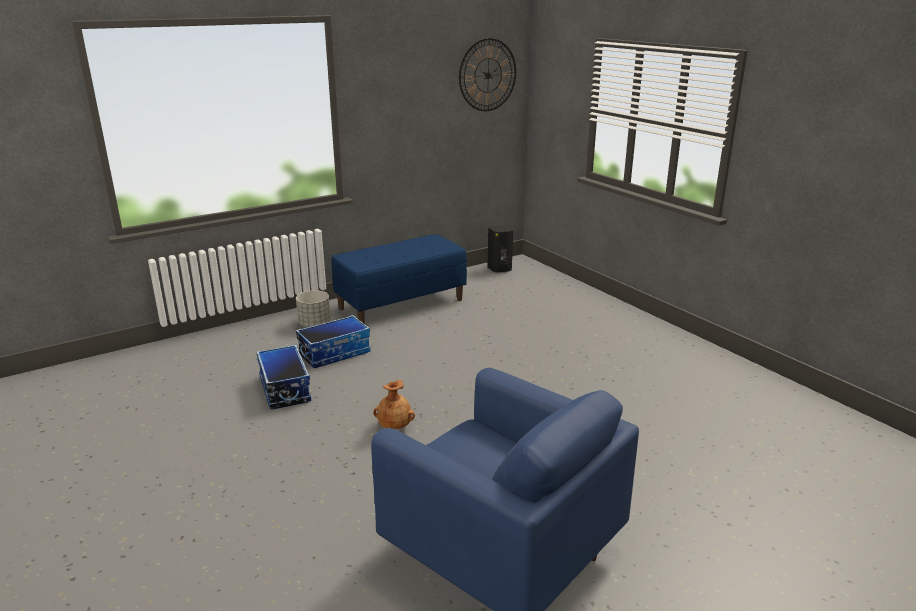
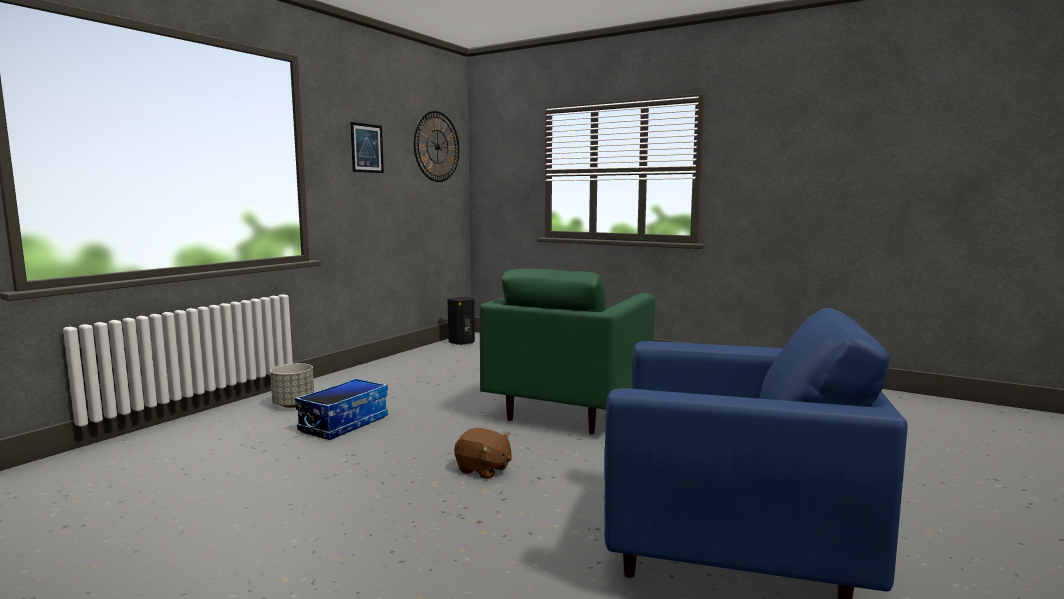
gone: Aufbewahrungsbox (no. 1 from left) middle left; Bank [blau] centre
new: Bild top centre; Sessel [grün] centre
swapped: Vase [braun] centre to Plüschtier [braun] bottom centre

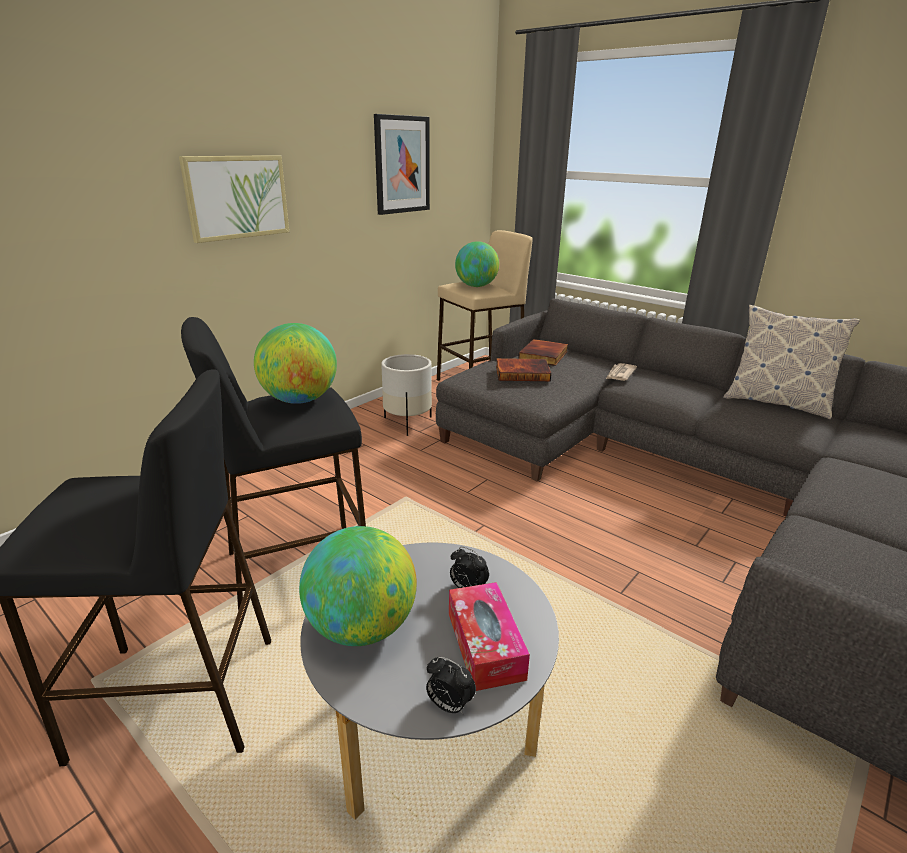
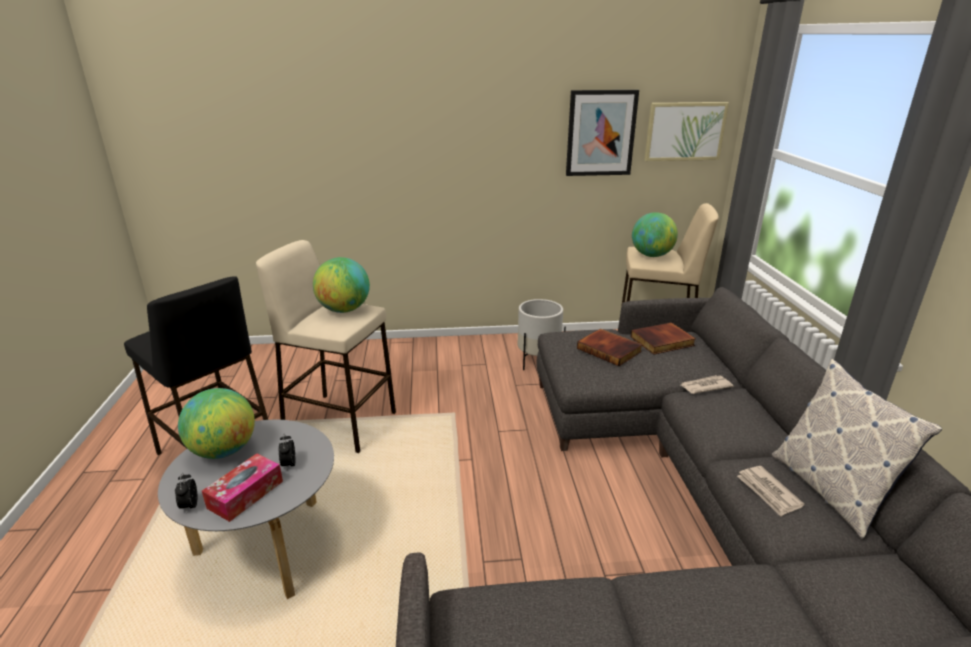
new: Zeitung (no. 2 from left) bottom right
shifted: Bild (no. 1 from left in the first image) top left to Bild (no. 2 from left) top right
repainted: Hocker [schwarz] (no. 2 from left) middle left to Hocker [beige] (no. 1 from left) centre

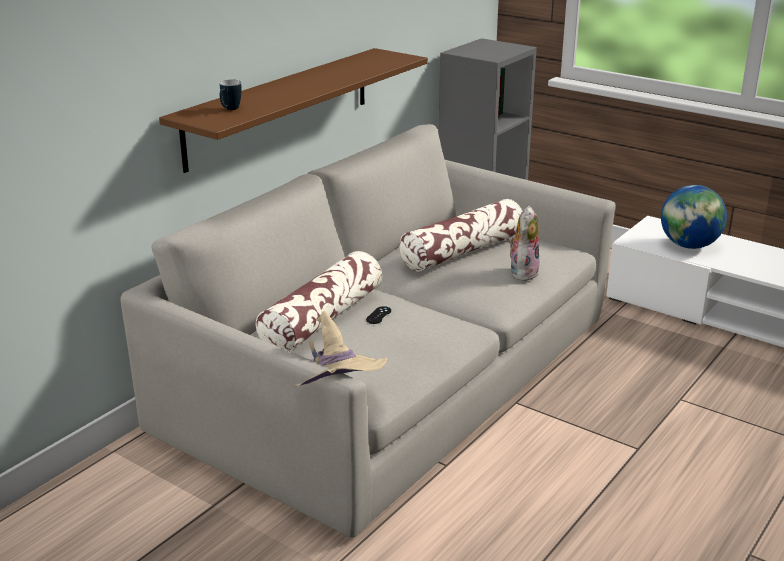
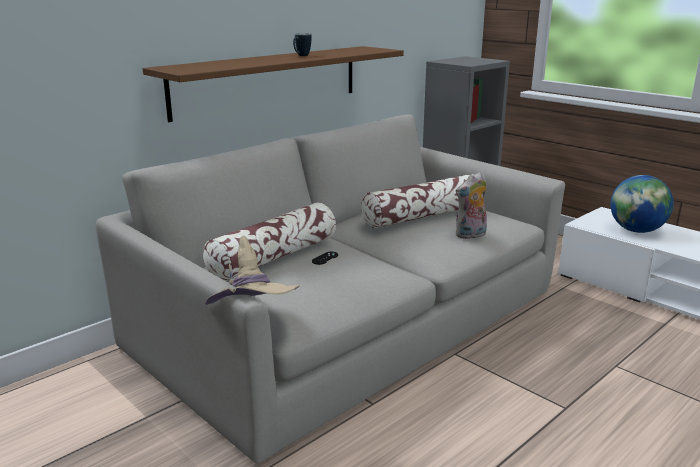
shifted: Henkelbecher top left to top centre
rotated: Plüschtier middle right = middle right 150 degrees counterclockwise

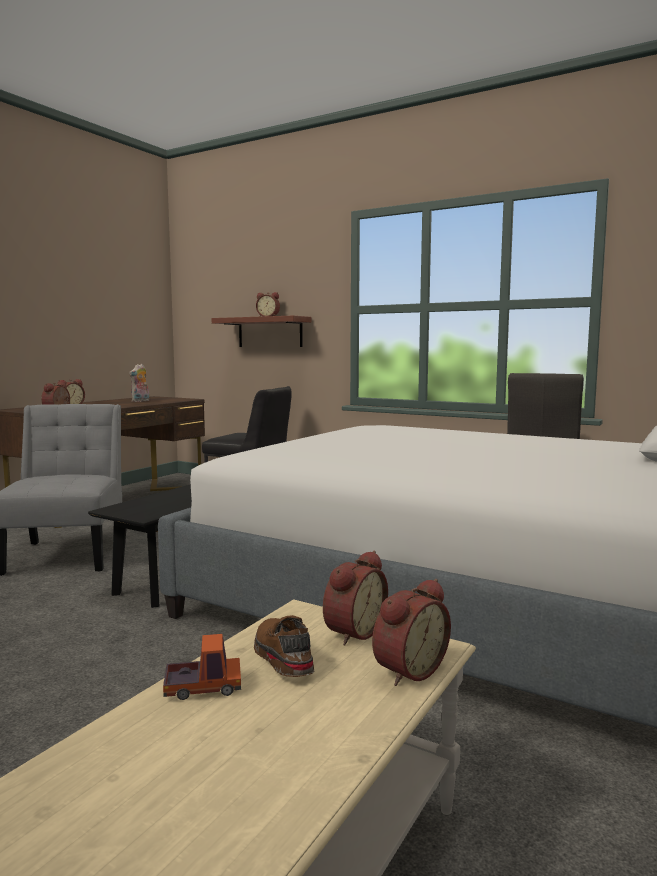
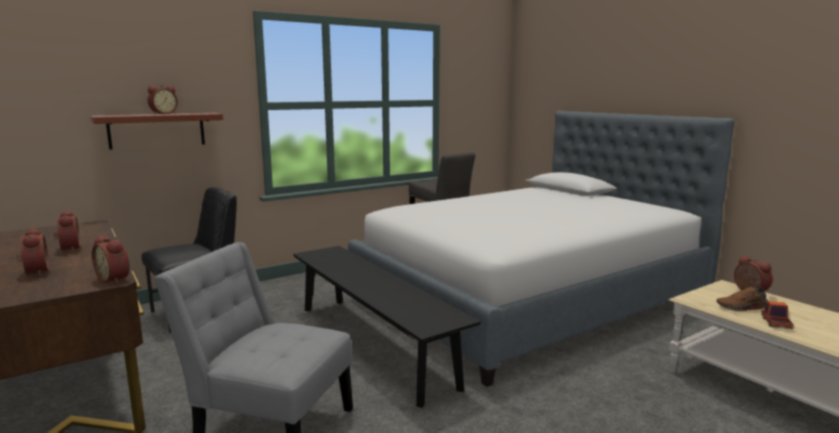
gone: Plüschtier middle left
shifted: Wecker (no. 4 from left in the first image) bottom centre to Wecker (no. 2 from left) middle left

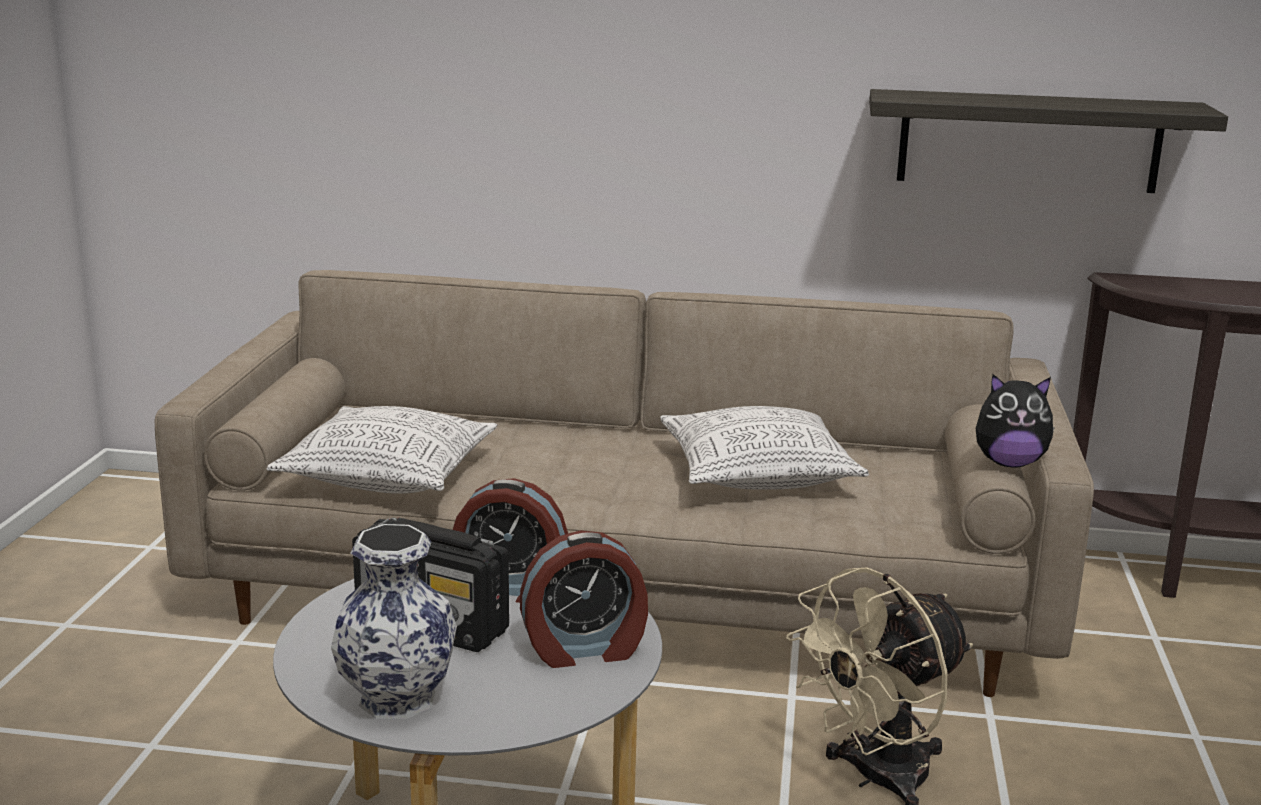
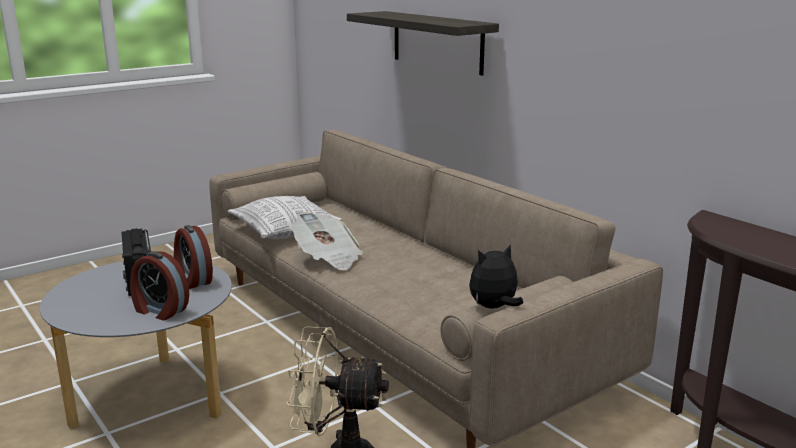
gone: Vase bottom left; Kissen (no. 2 from left) centre
new: Zeitung centre
shifted: Wandregal top right to top centre
rotated: Plüschtier middle right = centre 105 degrees clockwise

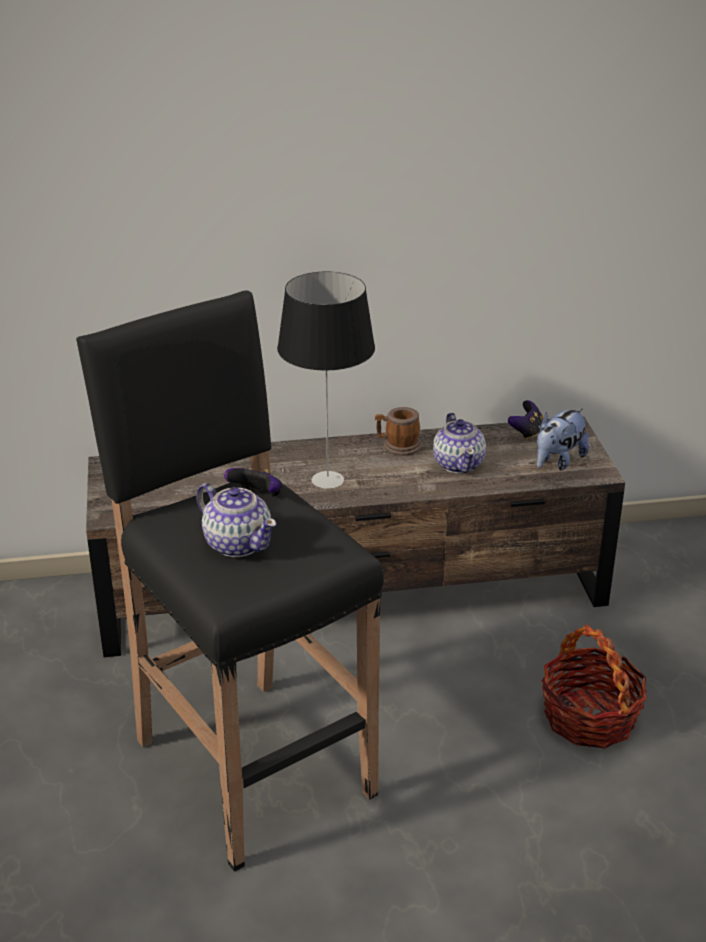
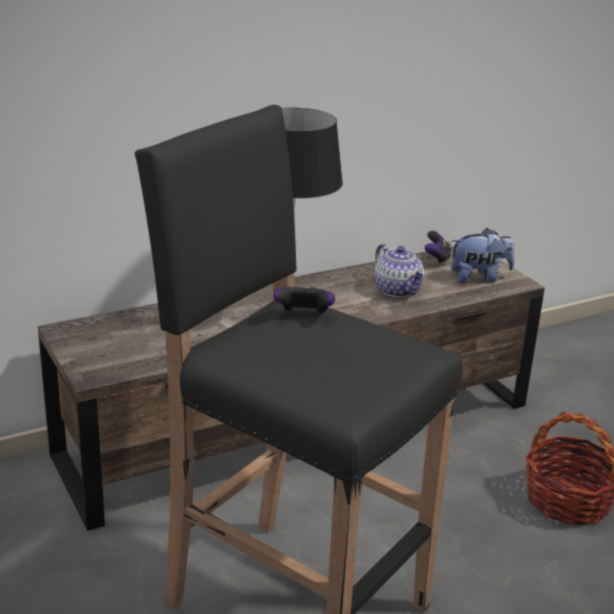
gone: Teekanne (no. 1 from left) centre; Henkelbecher centre
rotated: Plüschtier middle right = middle right 120 degrees counterclockwise

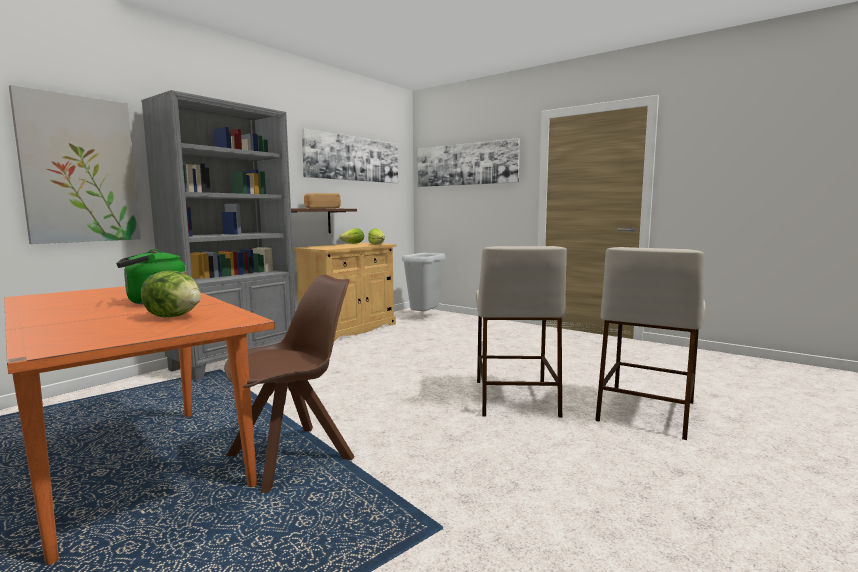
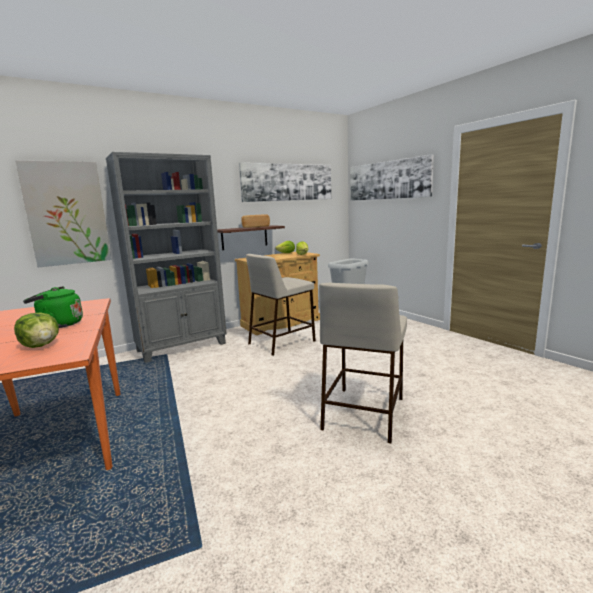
gone: Stuhl [braun] bottom centre
shifted: Hocker [beige] (no. 2 from left in the first image) middle right to Hocker [beige] (no. 1 from left) centre

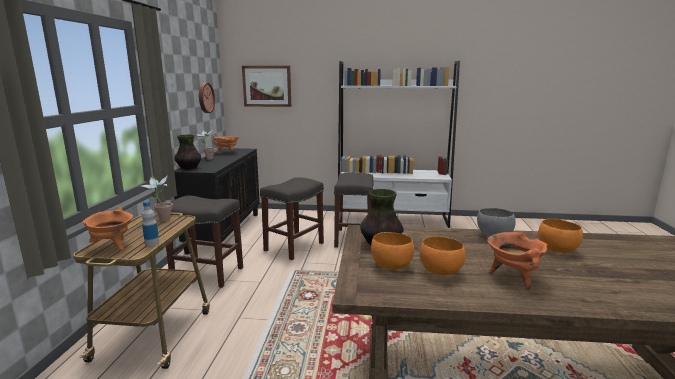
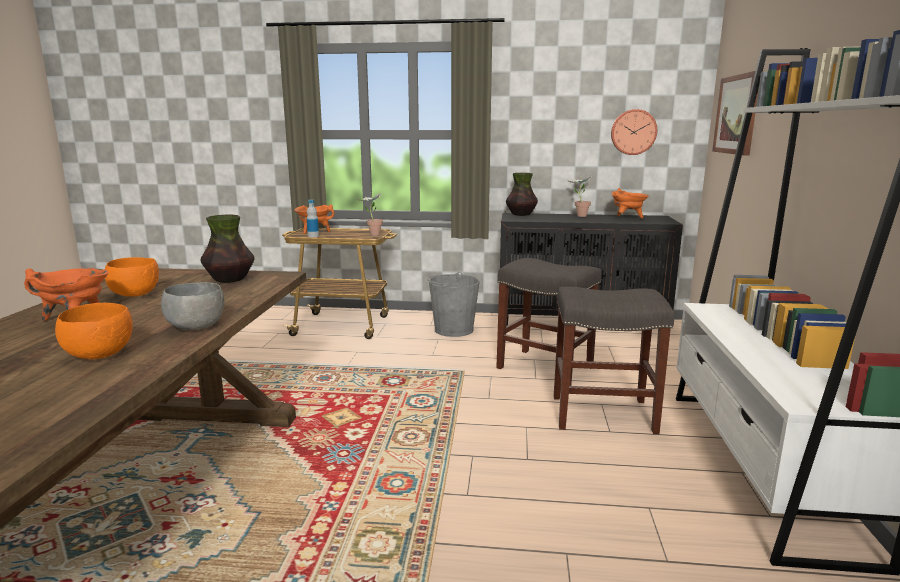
gone: Schüssel [orange] (no. 1 from left) centre
swapped: Hocker [grau] (no. 1 from left) middle left to Eimer [grau] centre

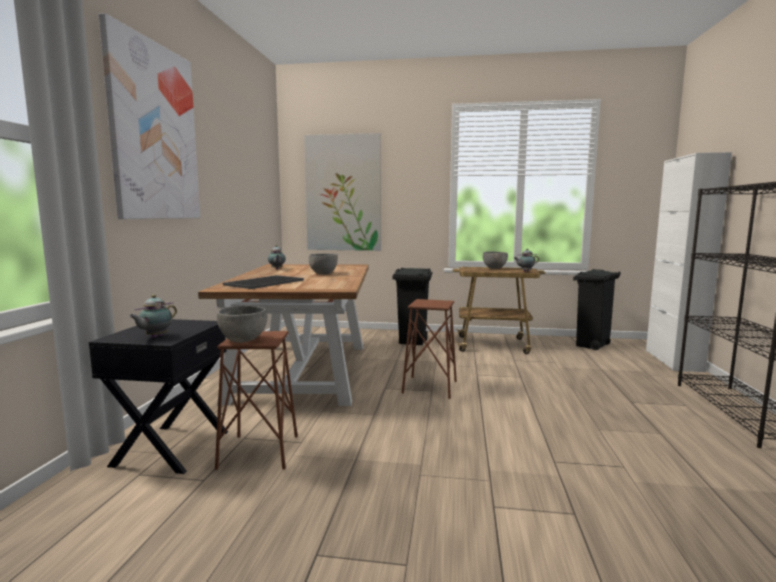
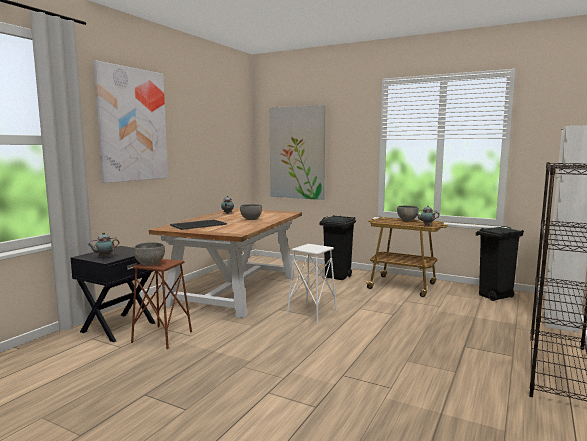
repainted: Hocker [braun] (no. 2 from left) centre to Hocker [weiß] centre

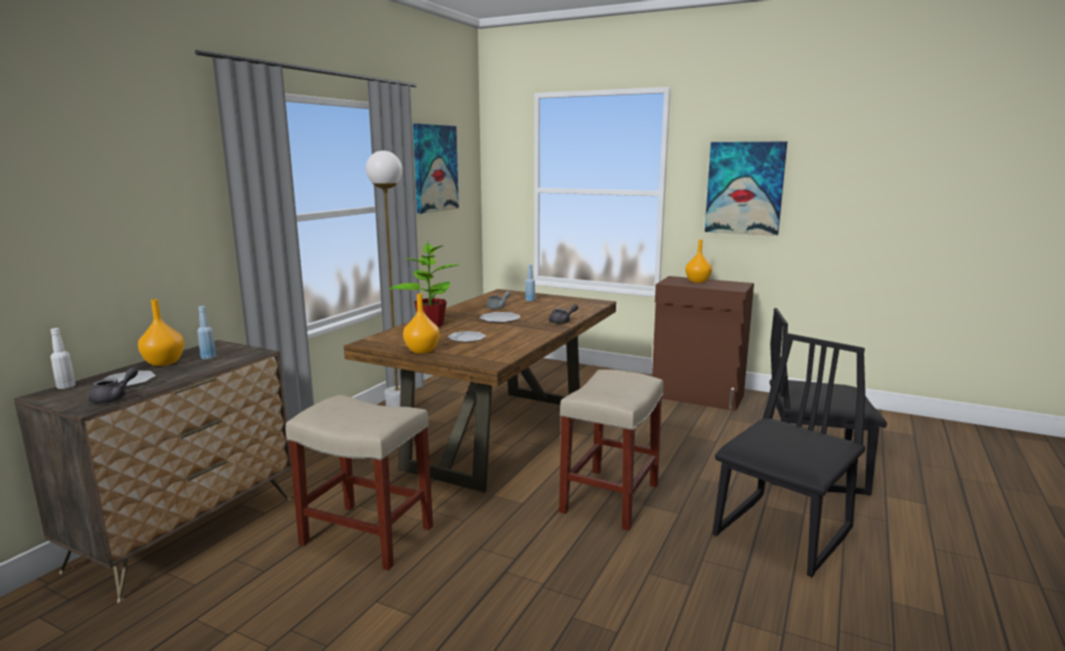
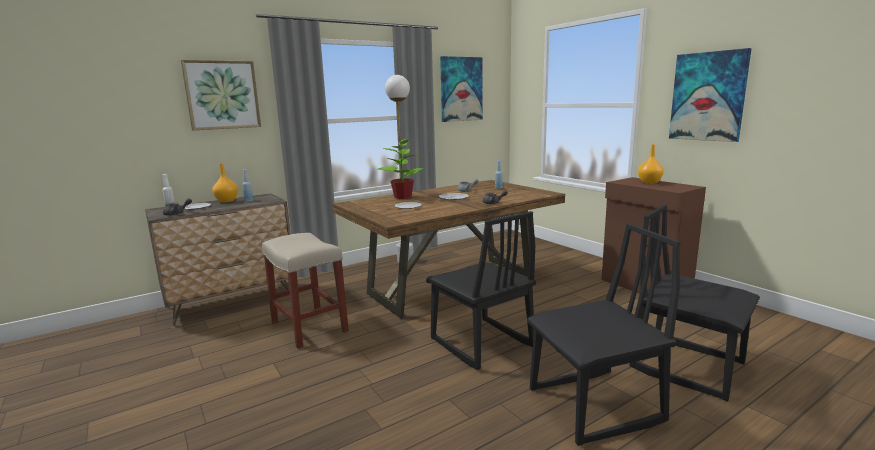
gone: Vase [orange] (no. 2 from left) centre
new: Bild (no. 1 from left) top left
swapped: Hocker [beige] (no. 2 from left) bottom centre to Stuhl [schwarz] (no. 1 from left) centre

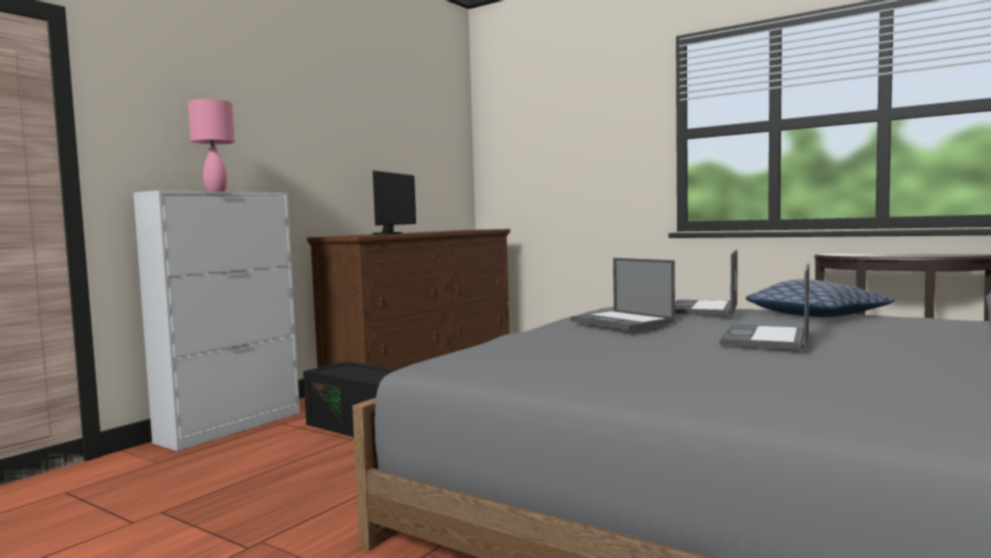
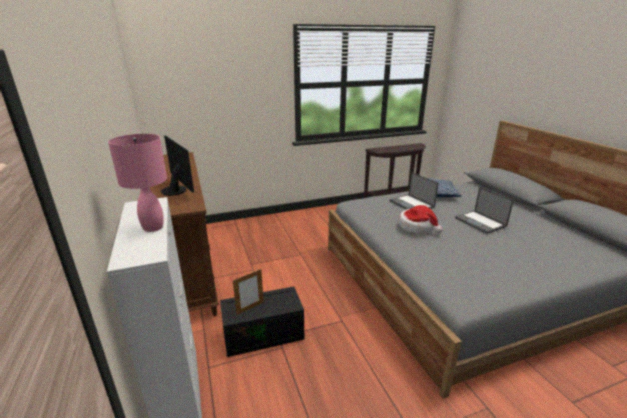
new: Bilderrahmen bottom centre
swapped: Laptop (no. 1 from left) centre to Hut middle right

